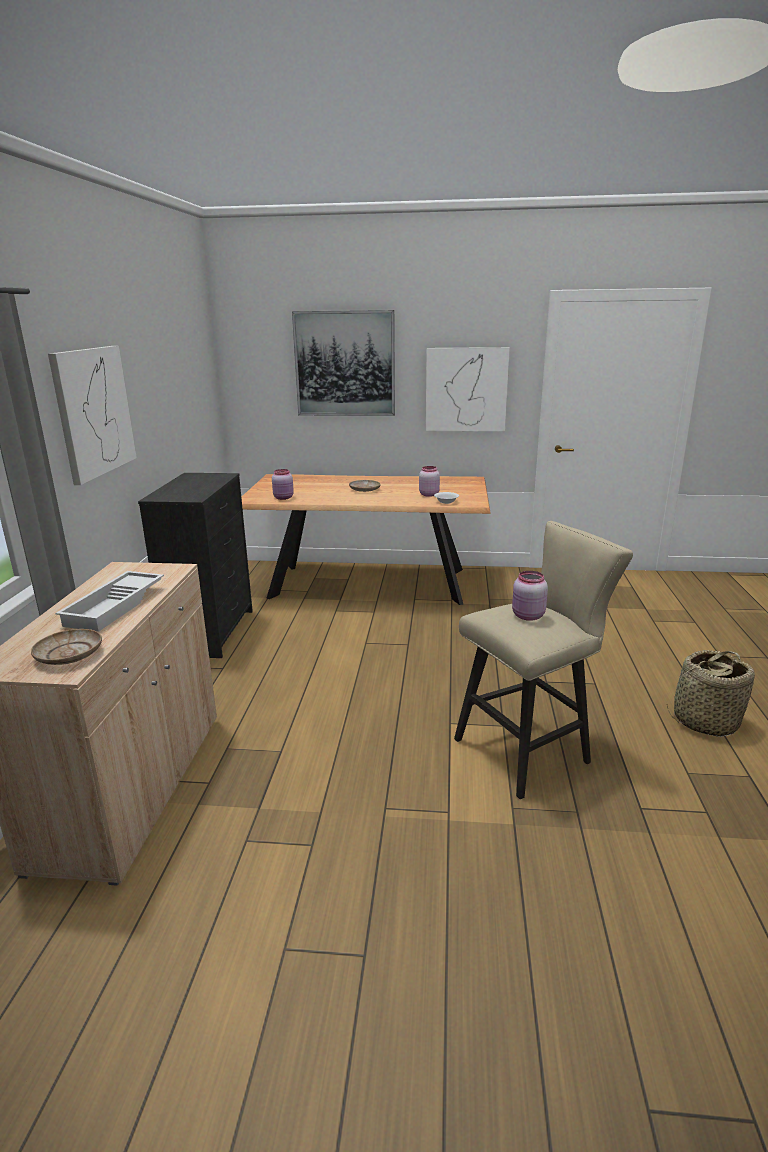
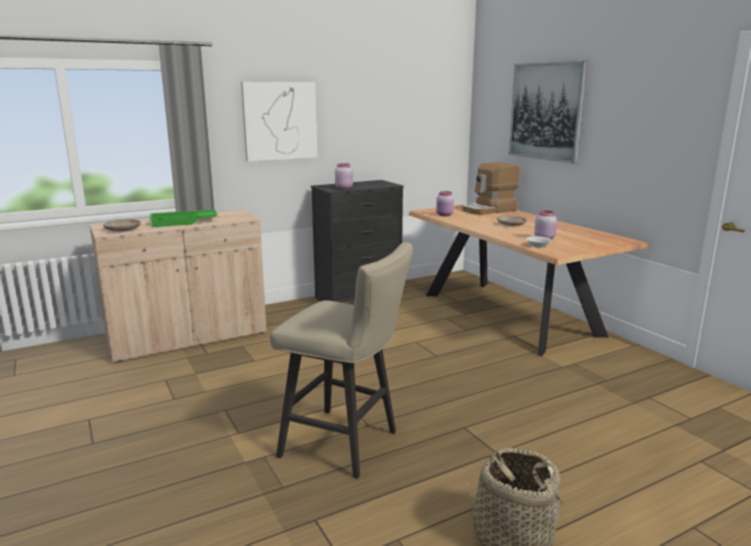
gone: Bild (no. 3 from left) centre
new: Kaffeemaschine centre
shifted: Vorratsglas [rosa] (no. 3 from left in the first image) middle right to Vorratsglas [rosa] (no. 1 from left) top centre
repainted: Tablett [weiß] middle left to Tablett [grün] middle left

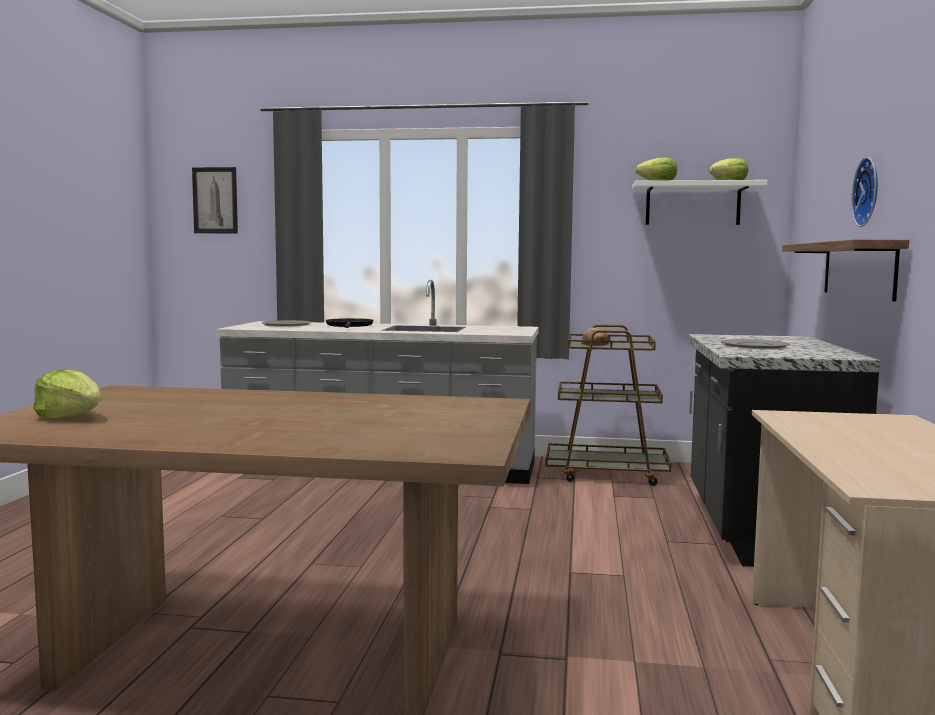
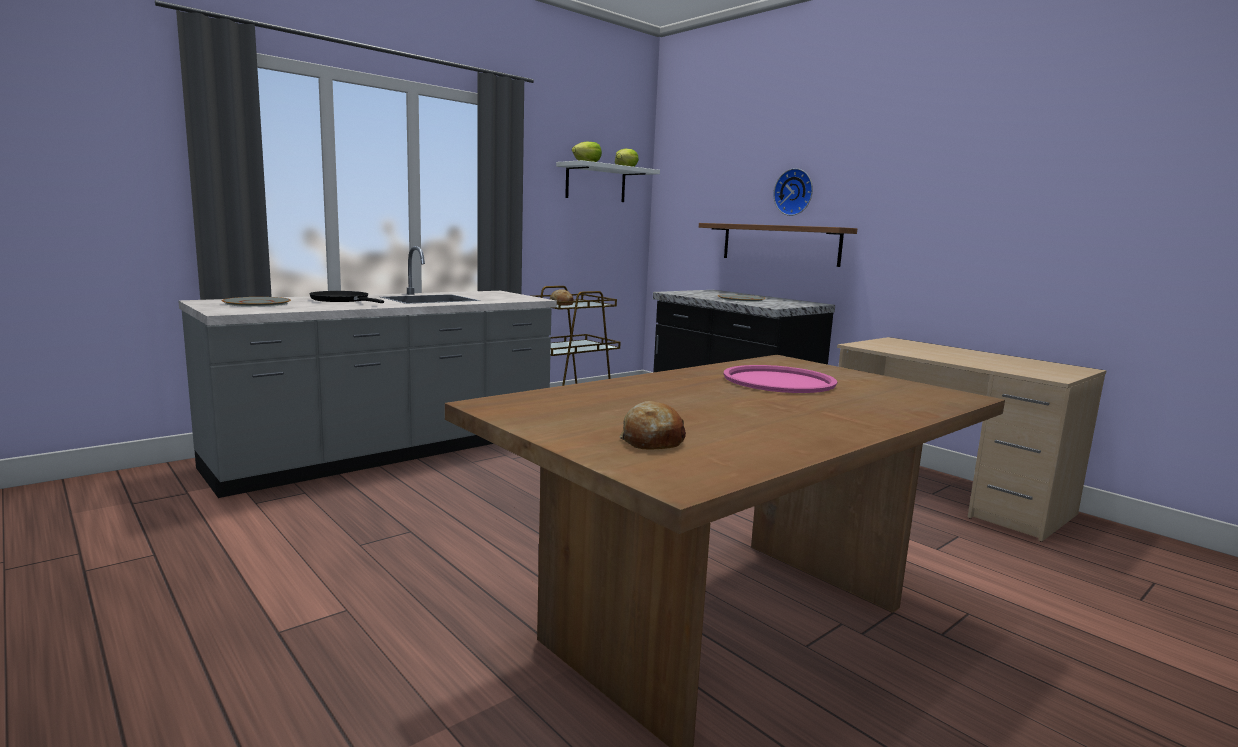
gone: Bild top left
new: Tablett [rosa] centre
swapped: Salatkopf (no. 1 from left) middle left to Brot (no. 2 from left) centre

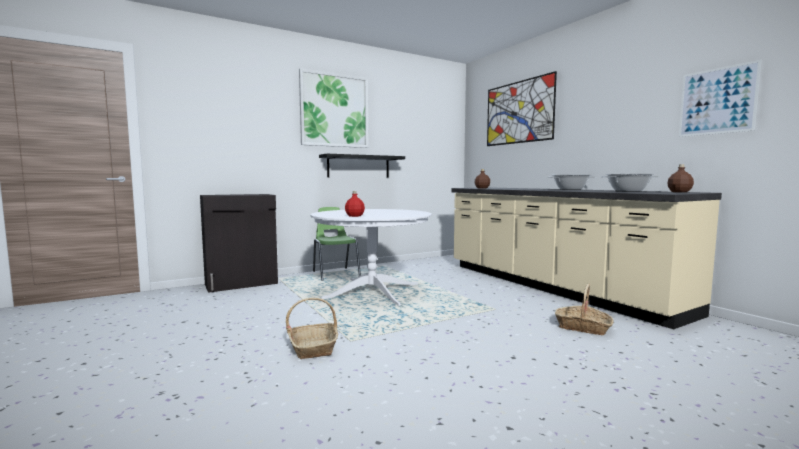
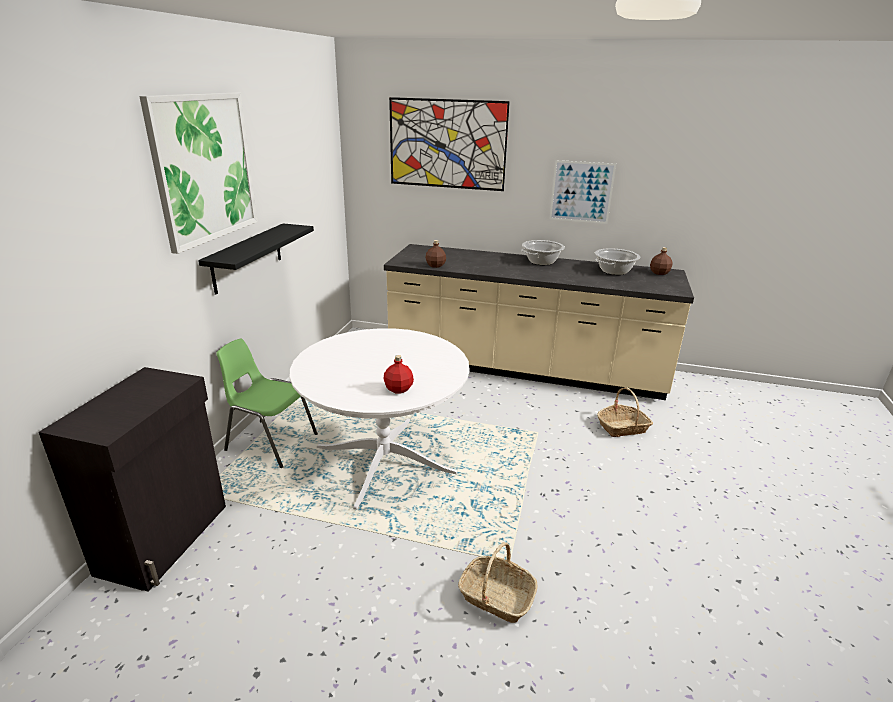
shifted: Bild (no. 3 from left) top right to top centre

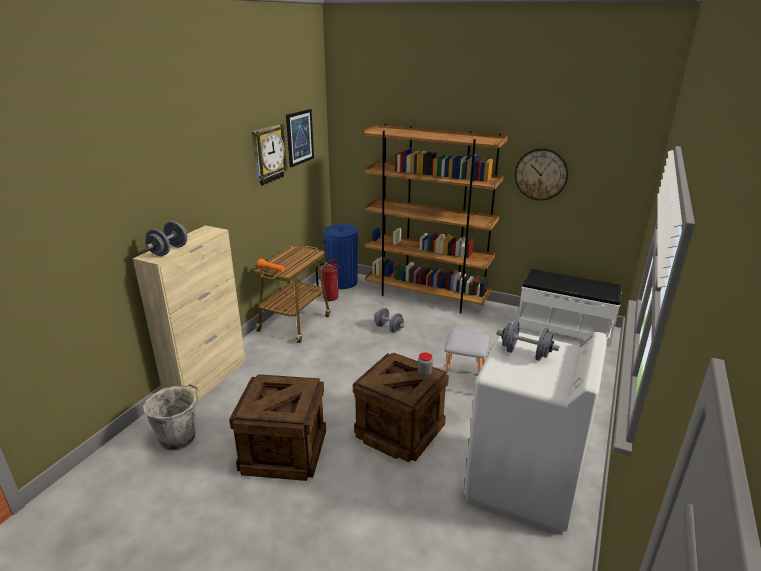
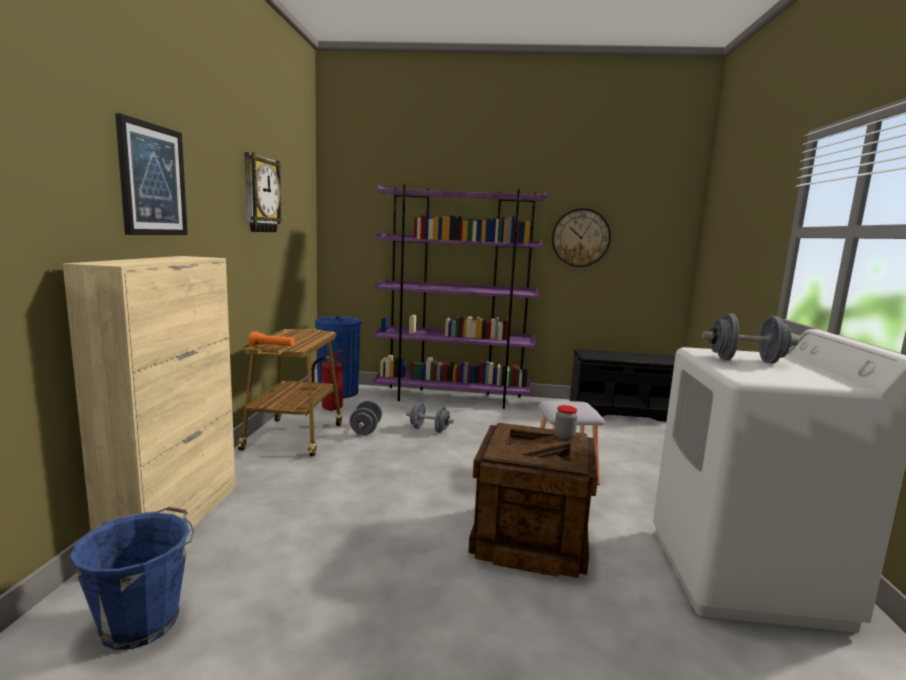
gone: Kiste (no. 1 from left) bottom centre
shifted: Hantel [grau] (no. 1 from left) middle left to centre; Bild top centre to top left
repainted: Eimer [grau] bottom left to Eimer [blau] bottom left; Bücherregal [braun] centre to Bücherregal [lila] centre; Bank [weiß] middle right to Bank [schwarz] middle right

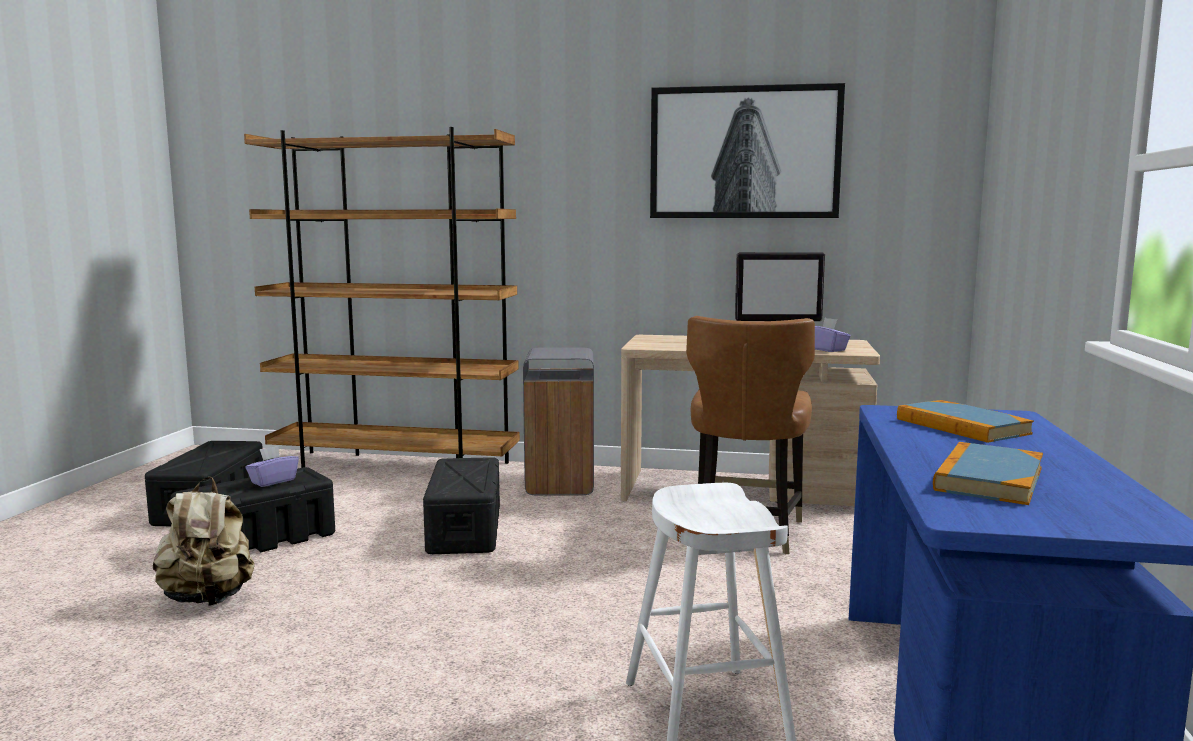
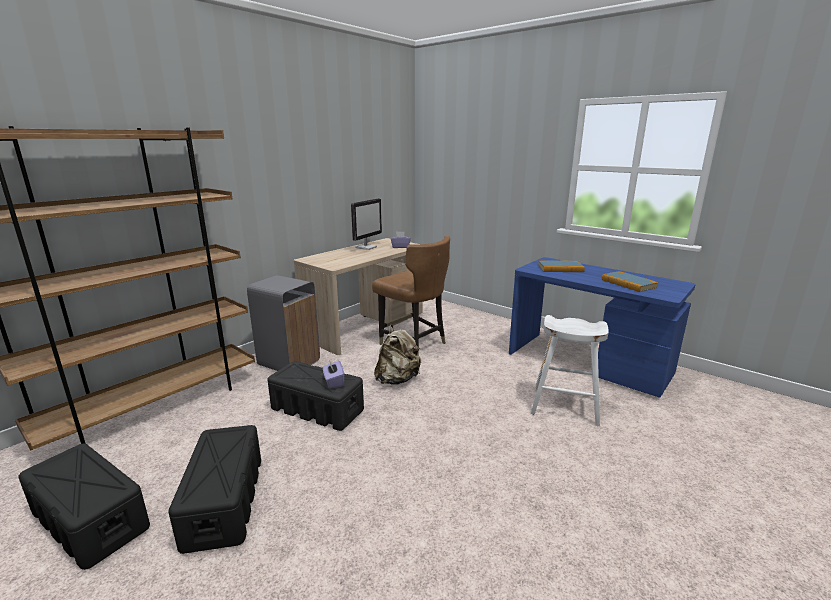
gone: Bild top centre
shifted: Rucksack [beige] bottom left to centre; Taschentuchbox [lila] (no. 1 from left) middle left to centre

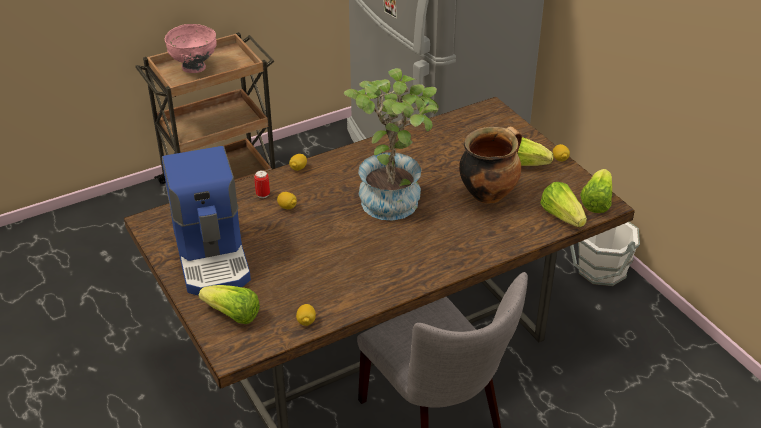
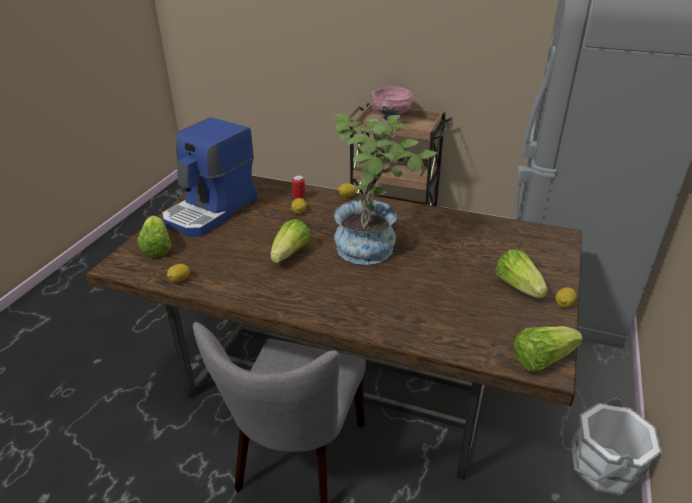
gone: Kochtopf centre
shifted: Salatkopf (no. 3 from left in the first image) middle right to Salatkopf (no. 2 from left) centre

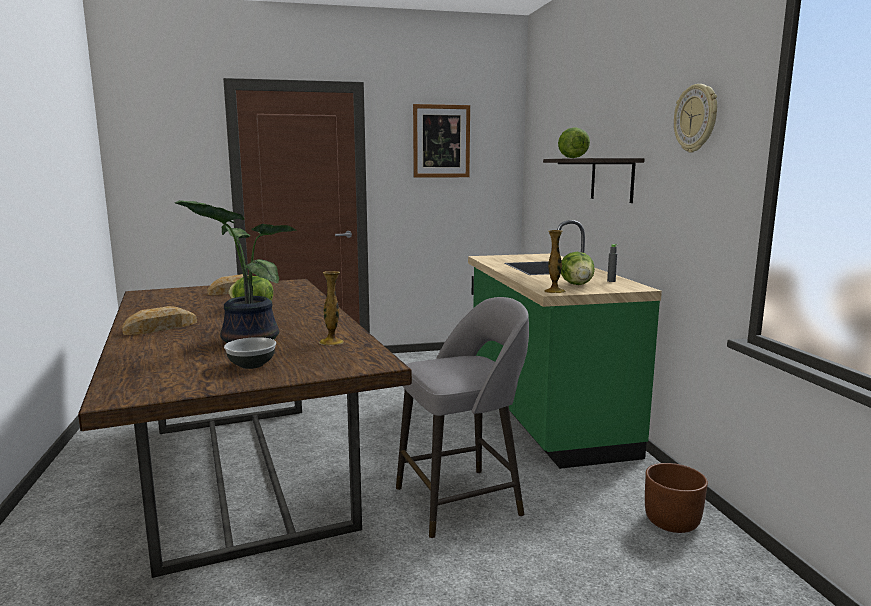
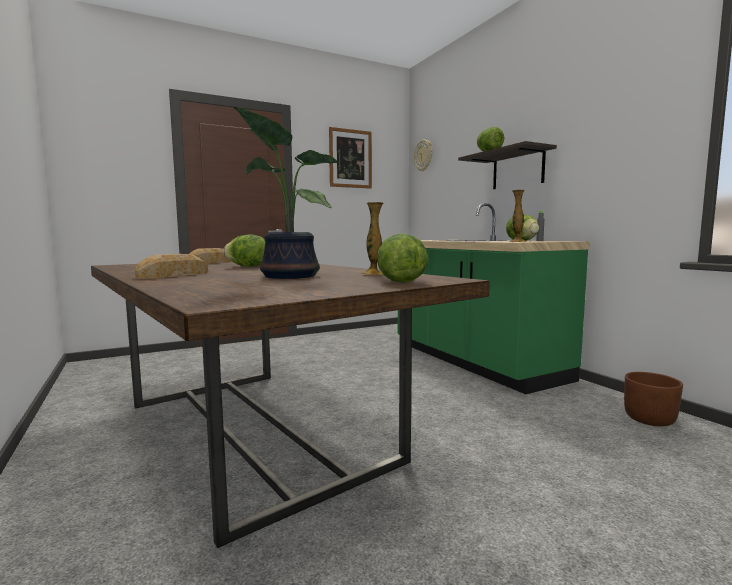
gone: Schüssel middle left; Hocker [grau] bottom centre
new: Salatkopf (no. 2 from left) centre
shifted: Wanduhr top right to top centre

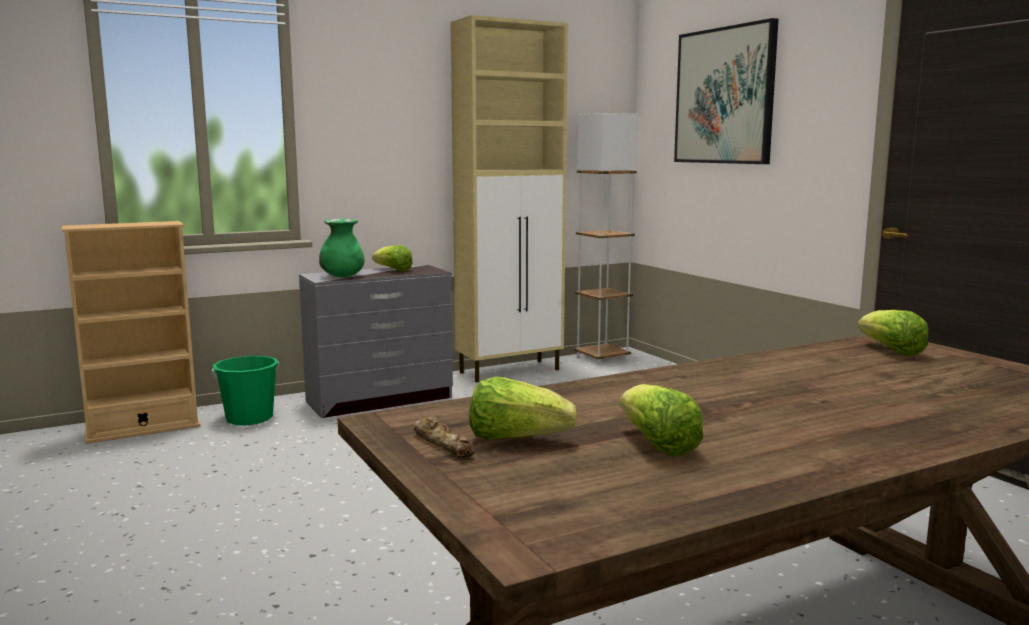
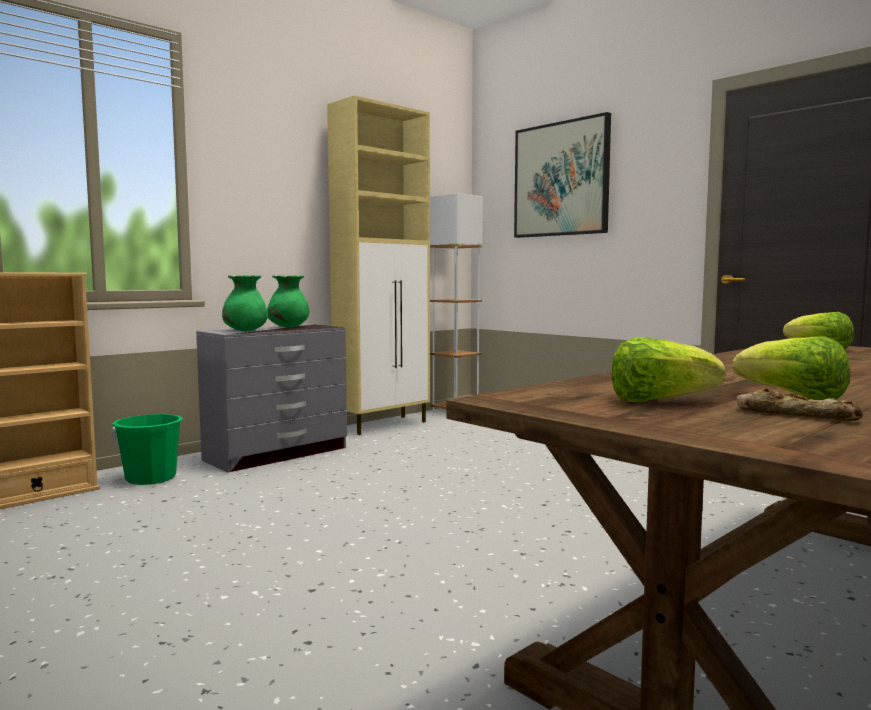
shifted: Brot bottom centre to middle right
swapped: Salatkopf (no. 1 from left) centre to Vase [grün] (no. 2 from left) middle left

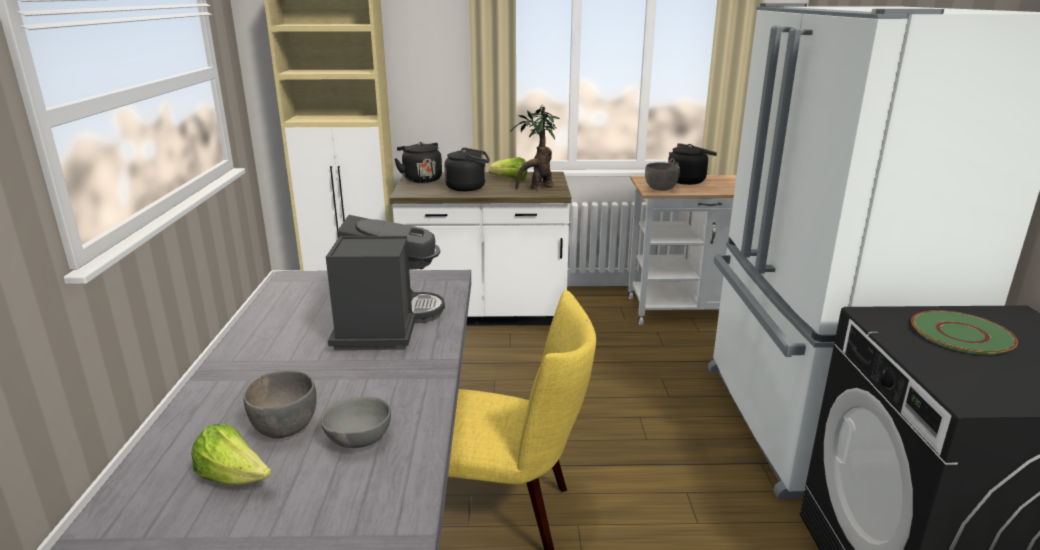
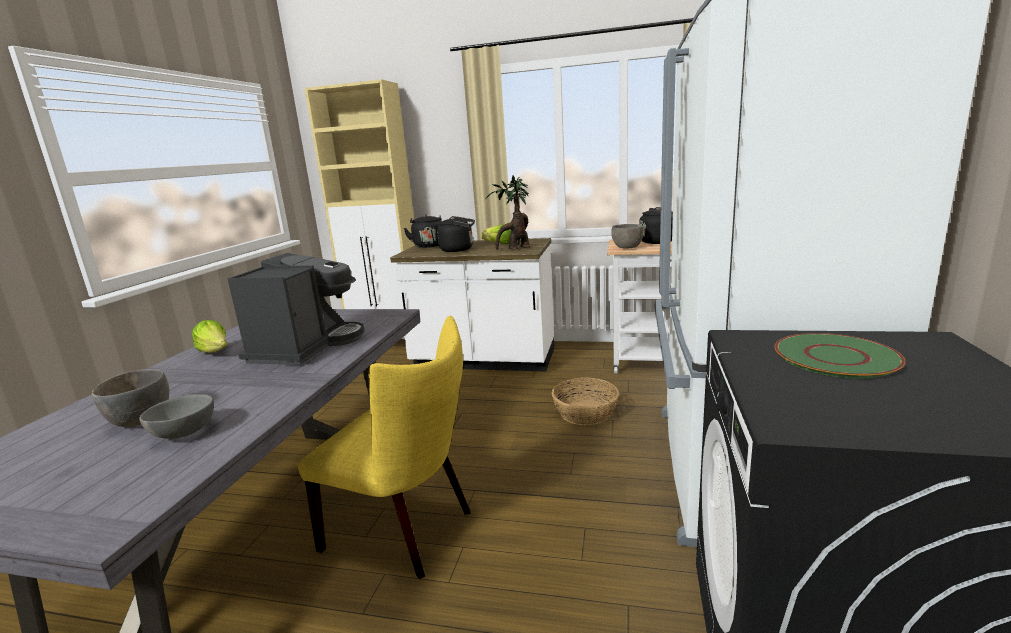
new: Korb centre
shifted: Salatkopf (no. 1 from left) bottom left to middle left

